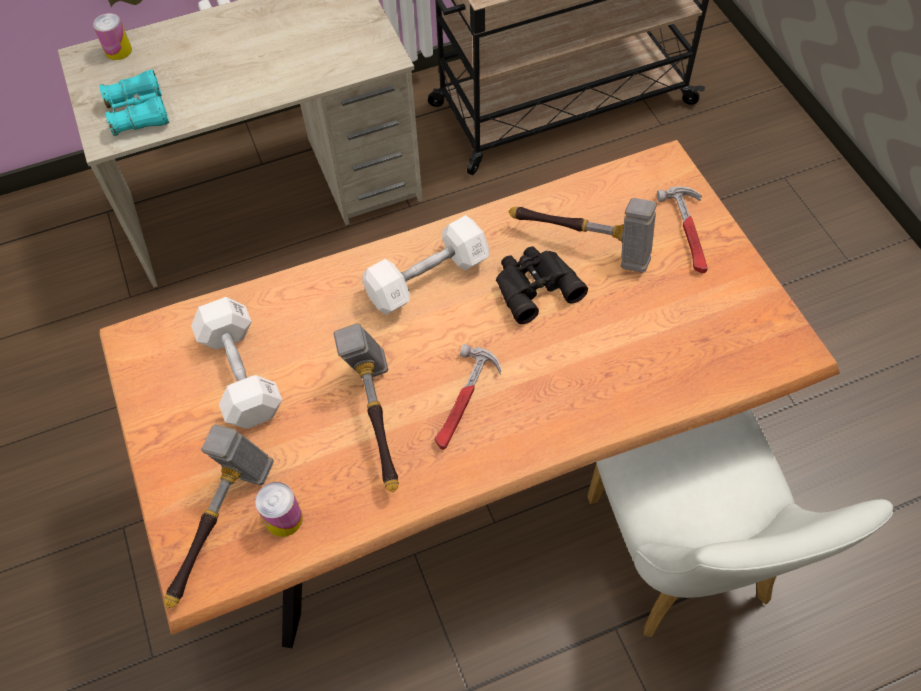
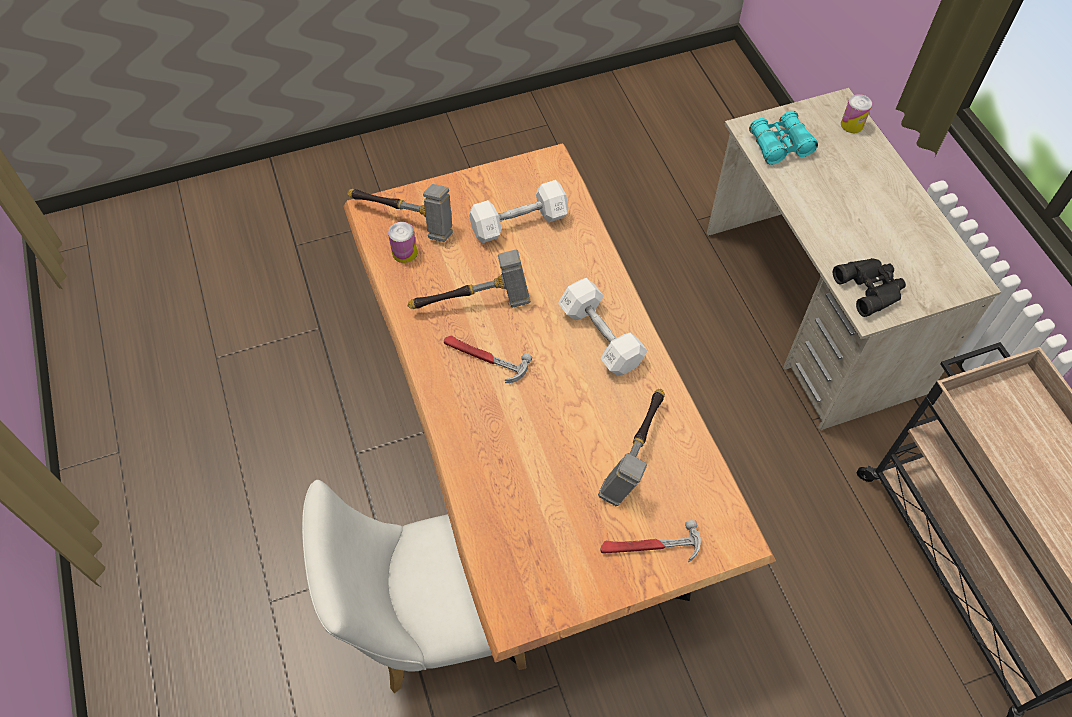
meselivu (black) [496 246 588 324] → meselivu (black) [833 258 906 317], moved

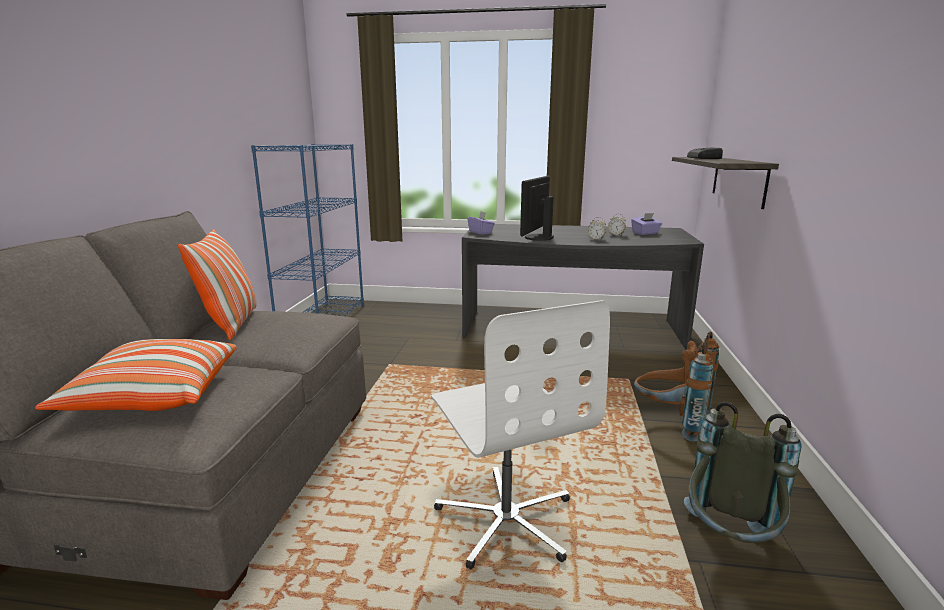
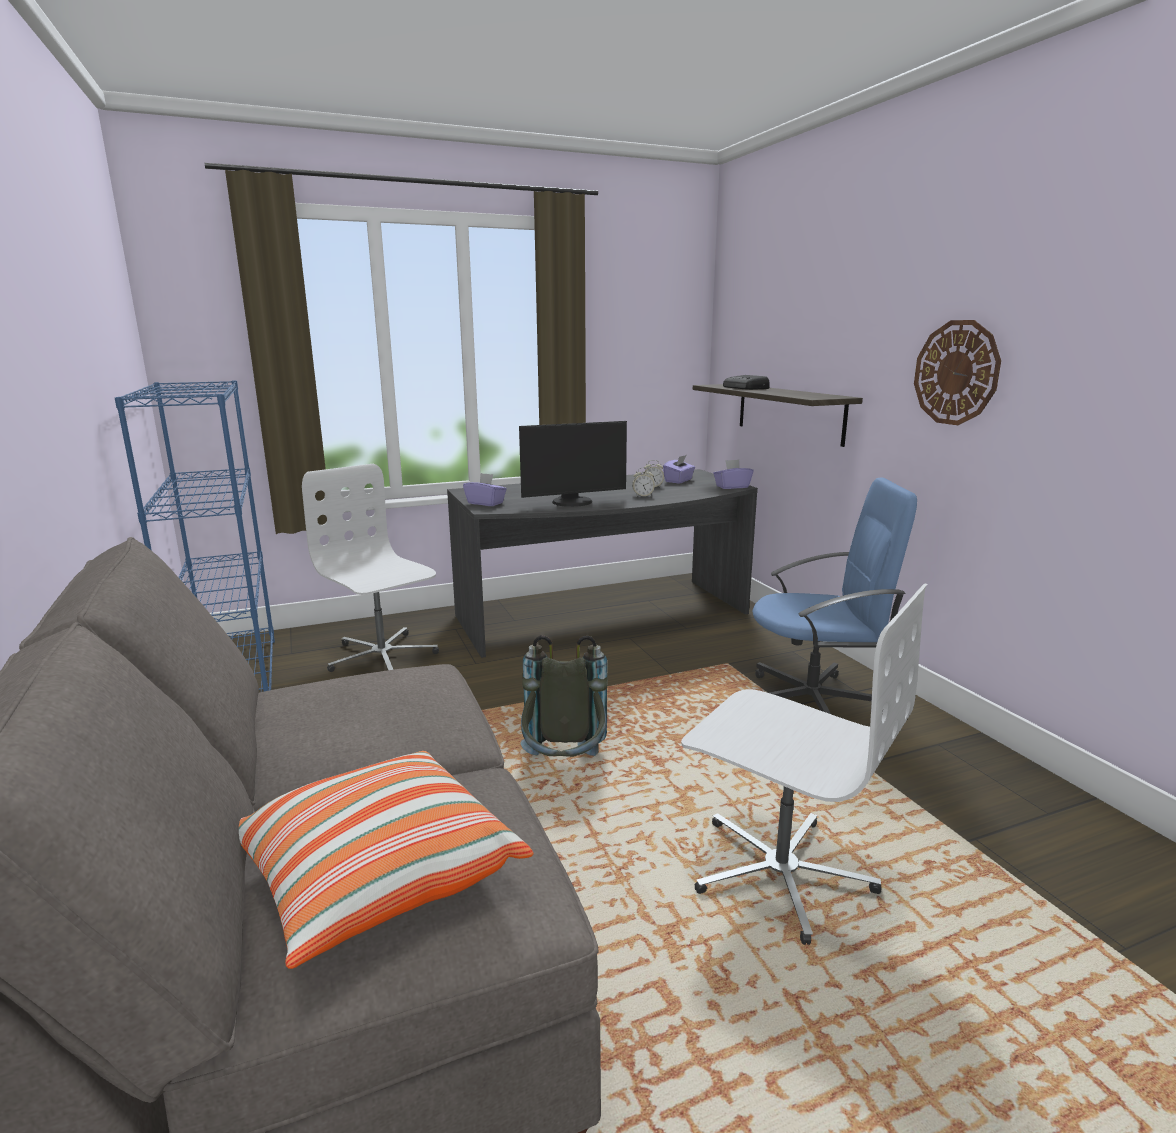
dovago [520 176 554 241] → dovago [519 421 627 507], 105 degrees counterclockwise
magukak [178 229 257 340] → -
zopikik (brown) [634 331 719 442] → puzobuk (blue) [752 478 917 714]
zopikik (grey) [684 402 801 543] → zopikik (grey) [520 635 608 757], moved
- → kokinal [914 320 1001 425]
- → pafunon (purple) [713 460 753 489]
- → puzobuk (white) [302 463 439 672]

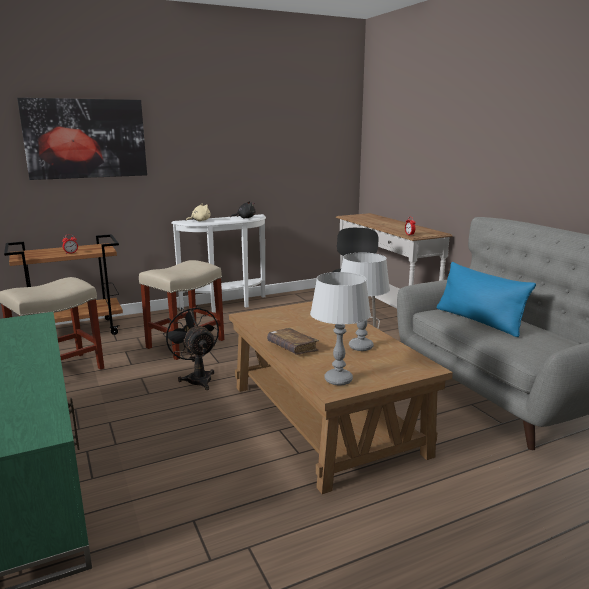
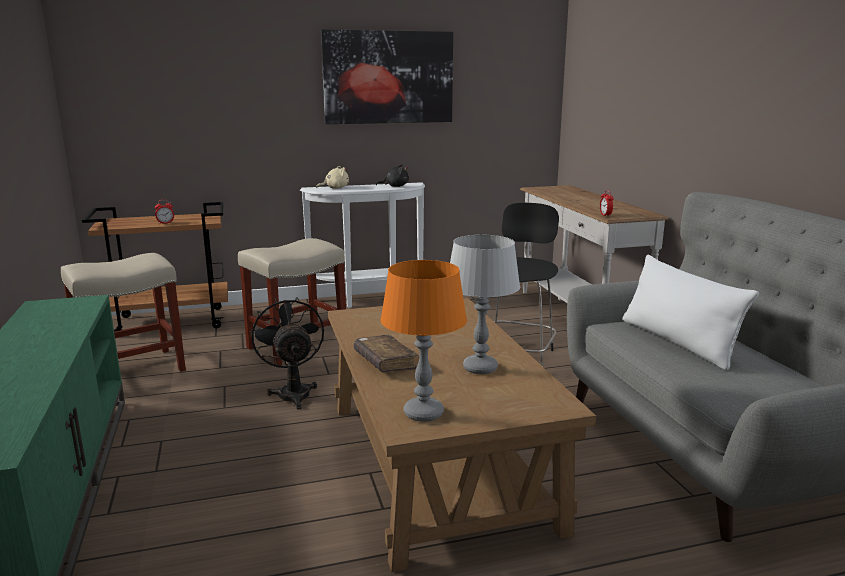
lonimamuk [17 98 147 180] → lonimamuk [321 29 453 124], moved
magukak (blue) [437 262 536 337] → magukak (white) [622 255 759 370]
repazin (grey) [310 272 371 386] → repazin (orange) [381 260 467 422]

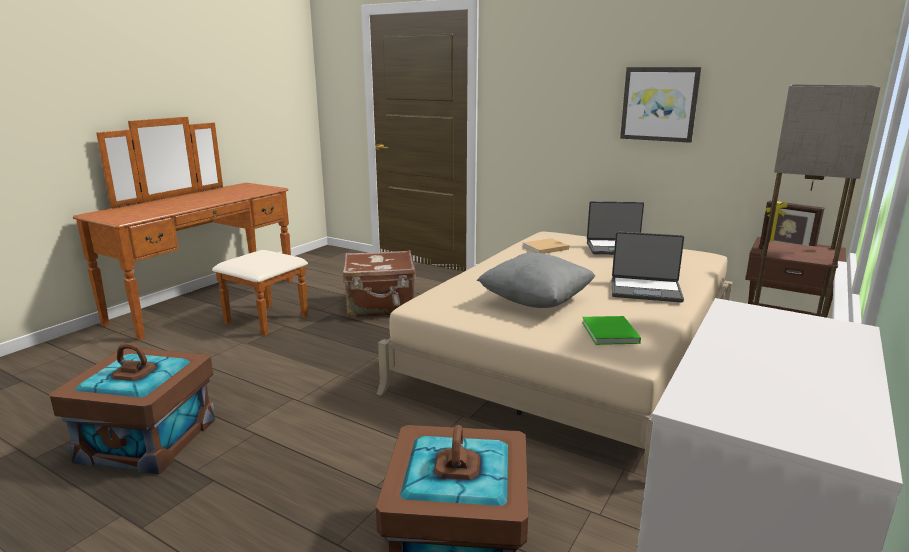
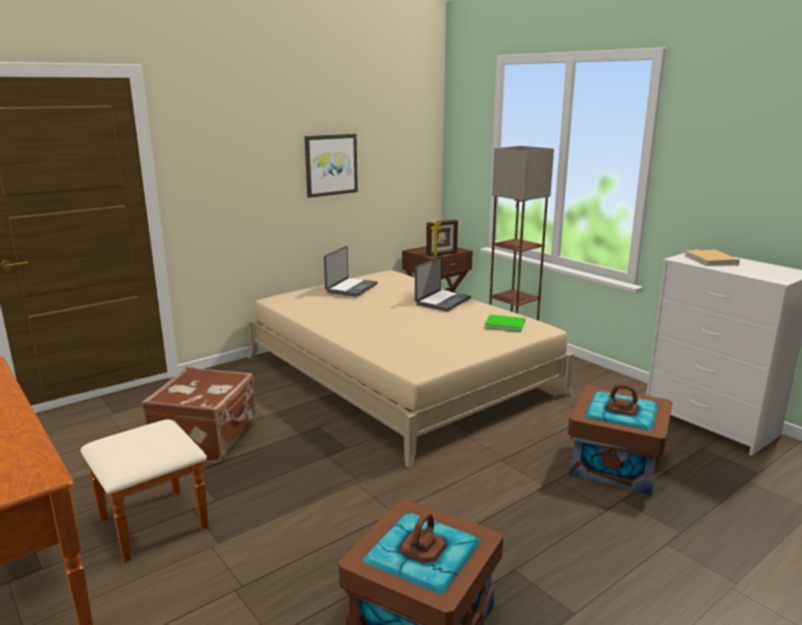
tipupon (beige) [522 238 569 254] → tipupon (beige) [684 250 740 266], moved
magukak (grey) [476 253 595 308] → -

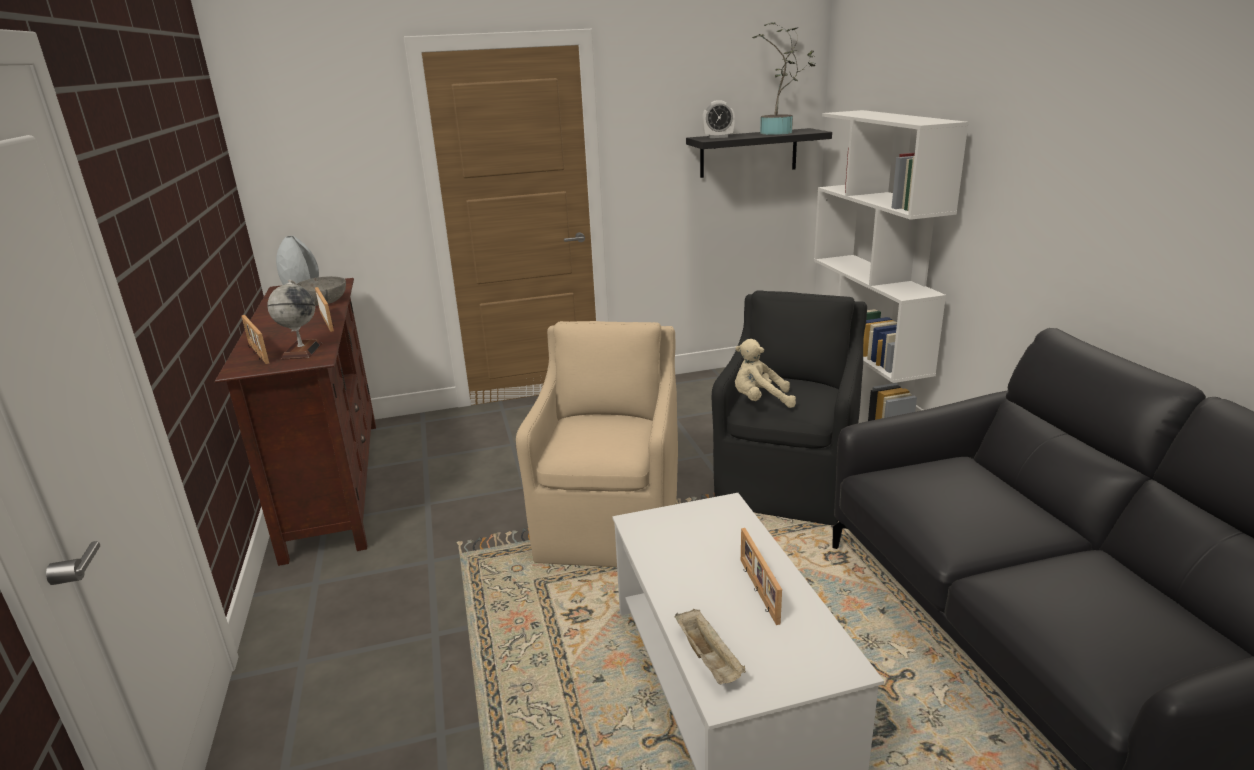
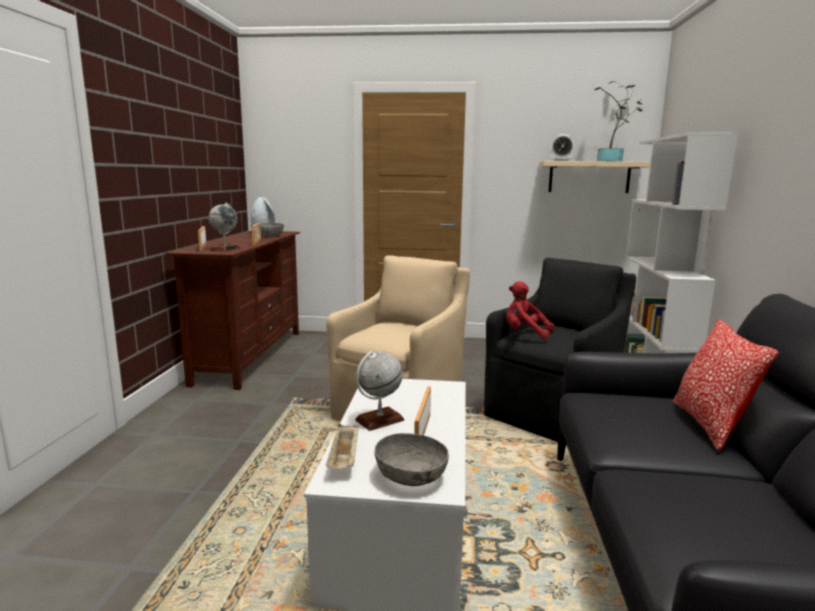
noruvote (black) [686 128 832 178] → noruvote (beige) [539 161 650 193]
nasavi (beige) [735 339 796 408] → nasavi (red) [506 281 554 339]
- → magukak [672 319 779 451]
- → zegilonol [355 351 405 431]
- → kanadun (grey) [375 433 449 486]

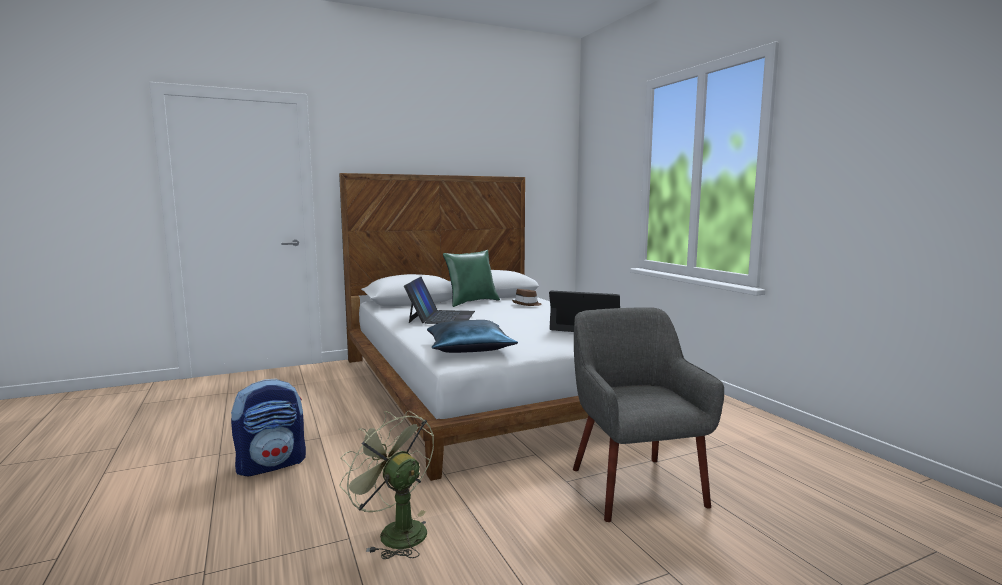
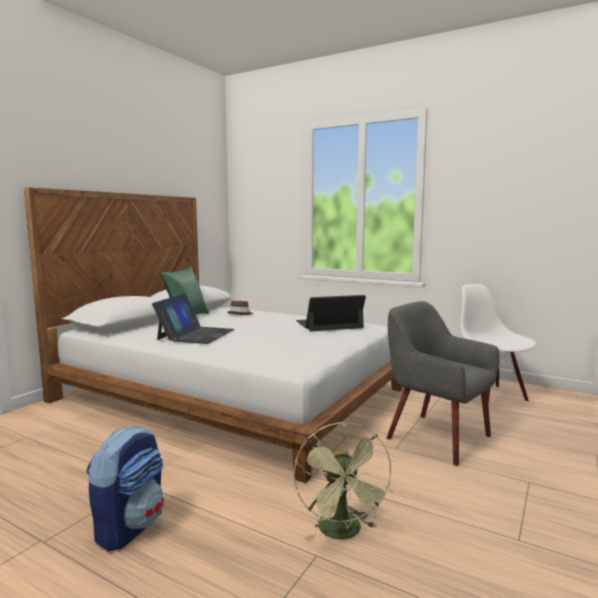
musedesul [404 277 475 324] → musedesul [152 294 235 344], 45 degrees clockwise
magukak (blue) [427 320 518 353] → -
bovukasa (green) [339 411 434 559] → bovukasa (green) [293 422 394 541], 105 degrees counterclockwise
- → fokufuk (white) [461 284 536 405]

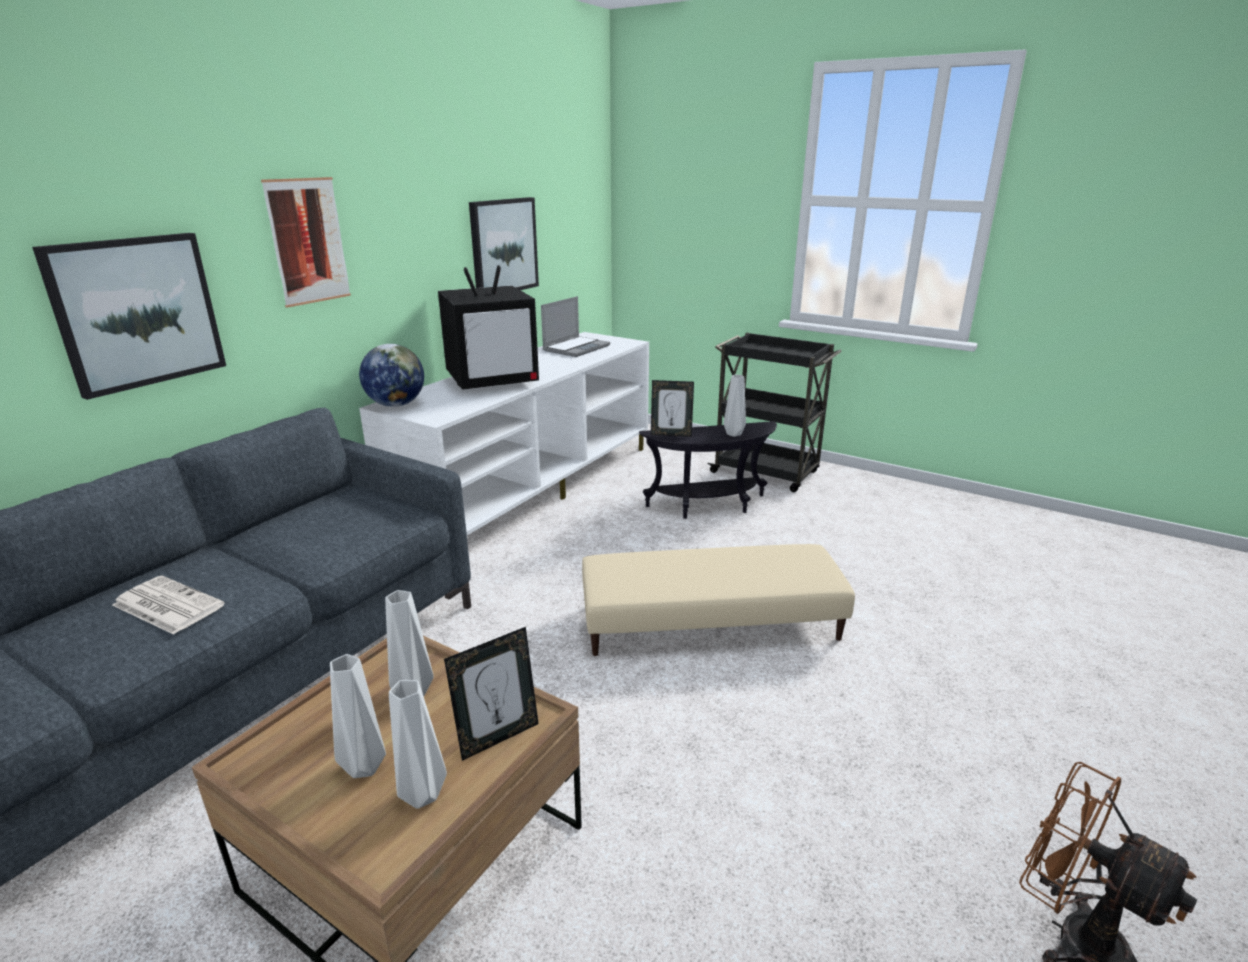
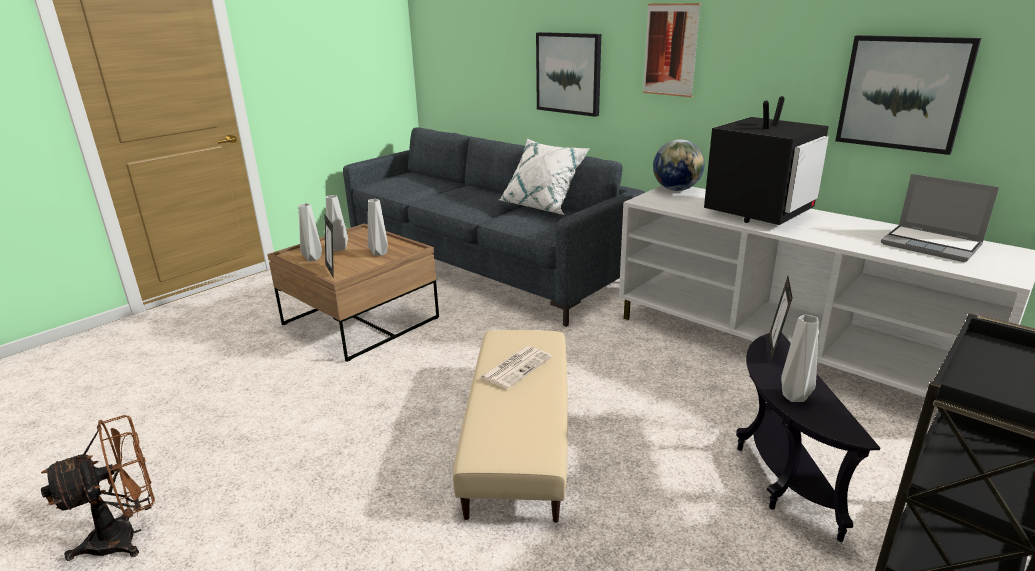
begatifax [438 265 539 390] → begatifax [704 96 829 225], 120 degrees counterclockwise
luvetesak [112 576 225 635] → luvetesak [479 346 552 389], moved
- → magukak (white) [499 139 590 215]

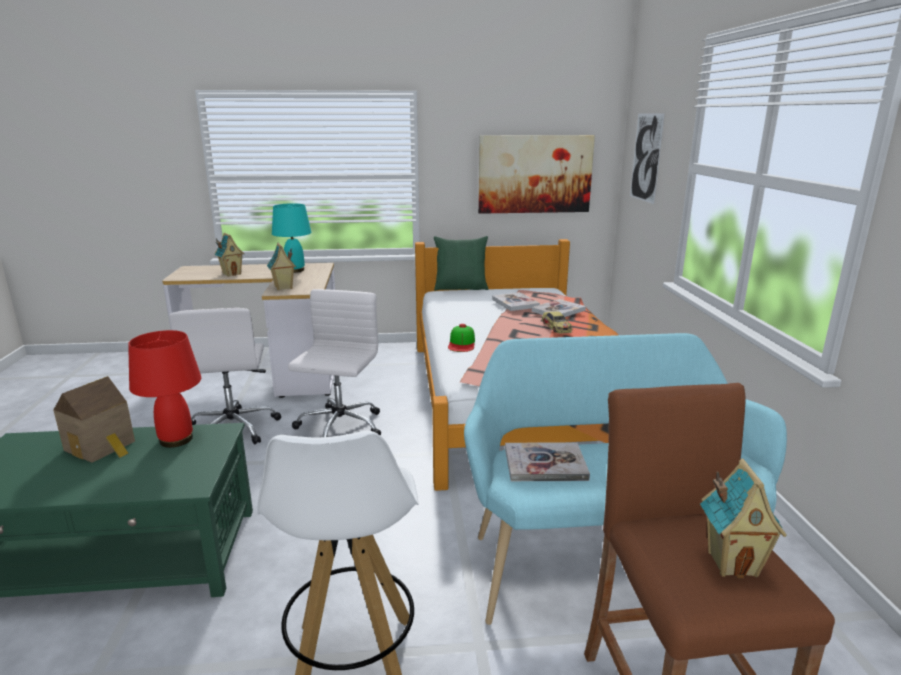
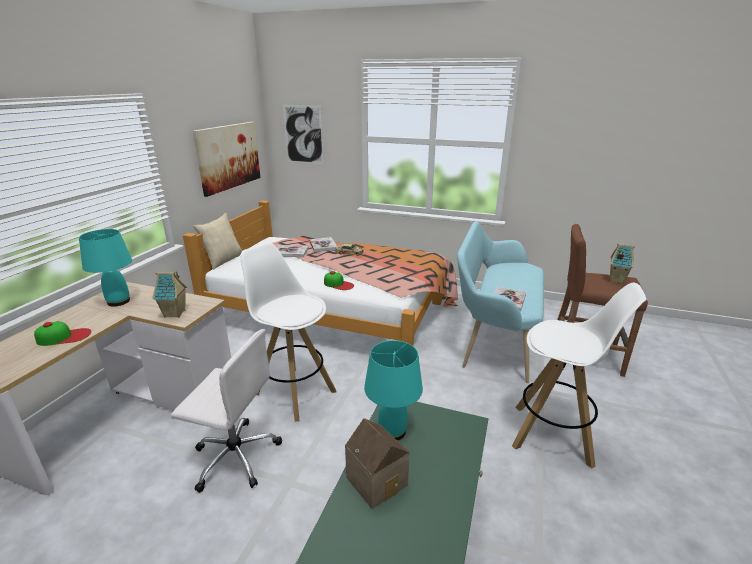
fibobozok [215 233 245 277] → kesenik [34 321 91 346]
magukak (green) [434 236 488 291] → magukak (beige) [193 213 242 270]
puzobuk (white) [288 289 381 437] → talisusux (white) [241 242 337 422]
repazin (red) [128 330 201 448] → repazin (turquoise) [364 340 423 441]

